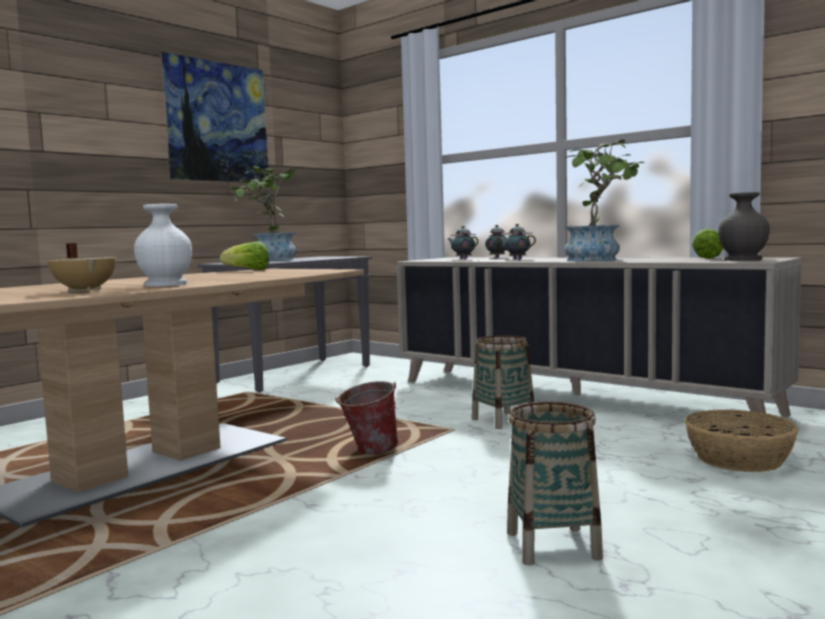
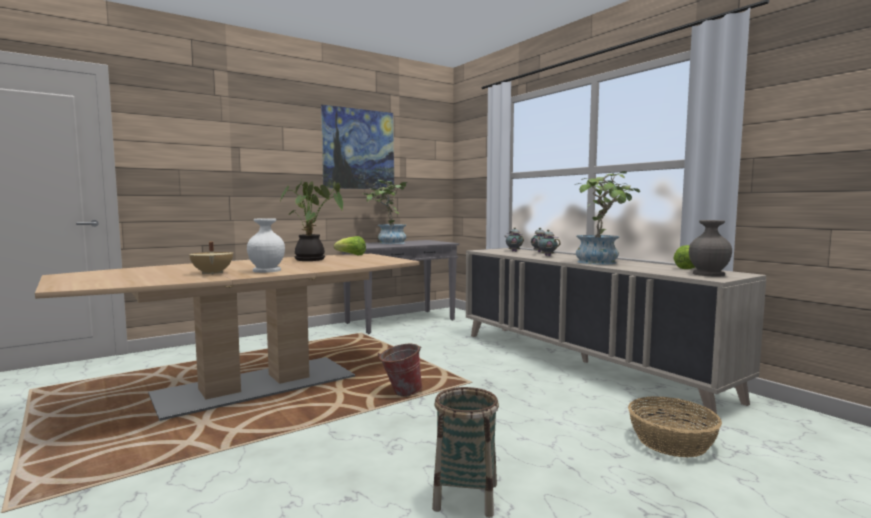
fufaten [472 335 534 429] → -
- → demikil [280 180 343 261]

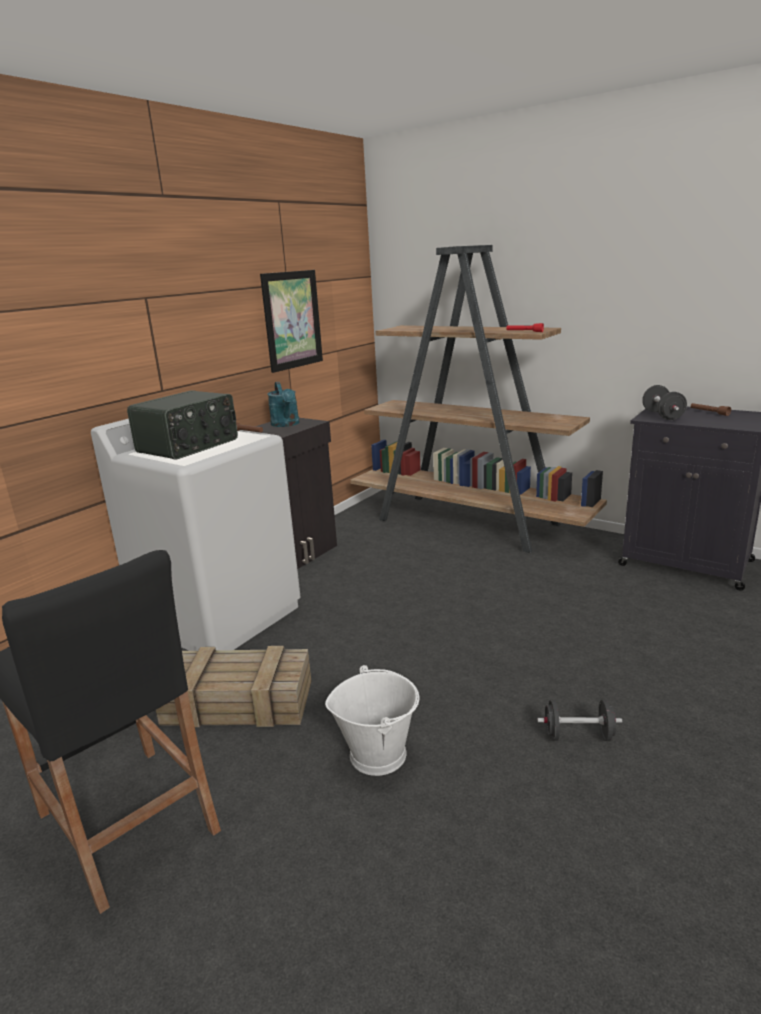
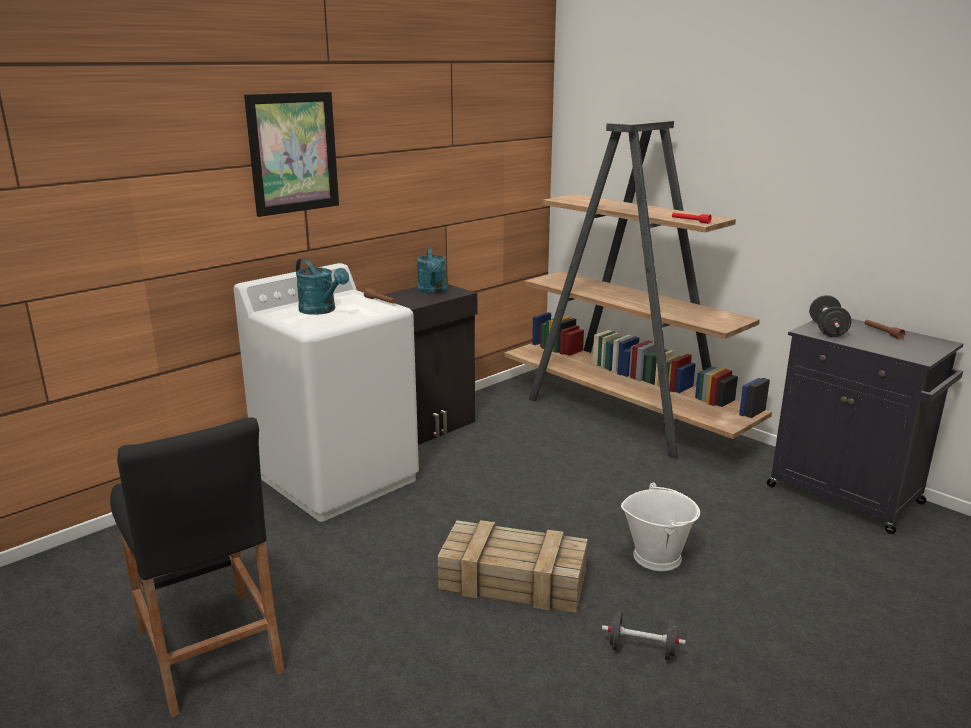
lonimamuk [260 270 323 373] → lonimamuk [244 92 339 217], moved
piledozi [127 390 238 460] → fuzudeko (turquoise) [296 258 349 315]
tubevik [156 646 311 727] → tubevik [437 520 588 613], moved
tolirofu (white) [325 665 419 776] → tolirofu (white) [621 483 700 571], moved

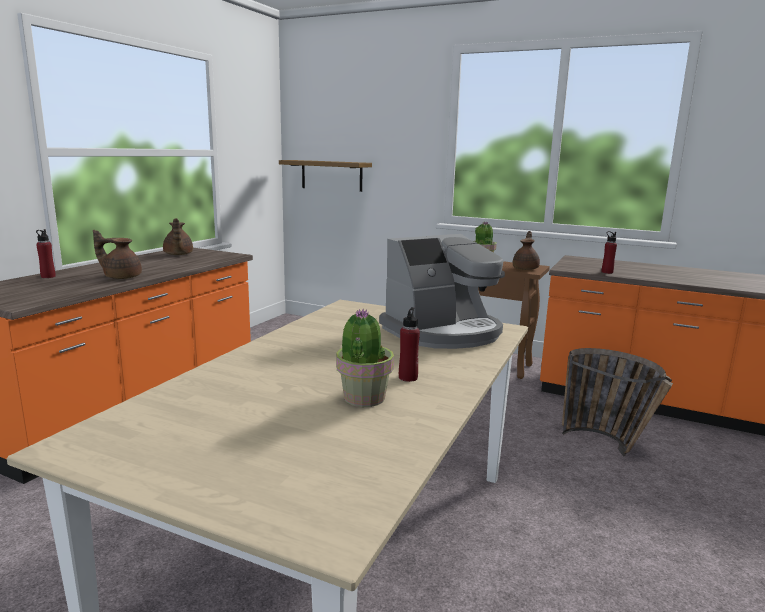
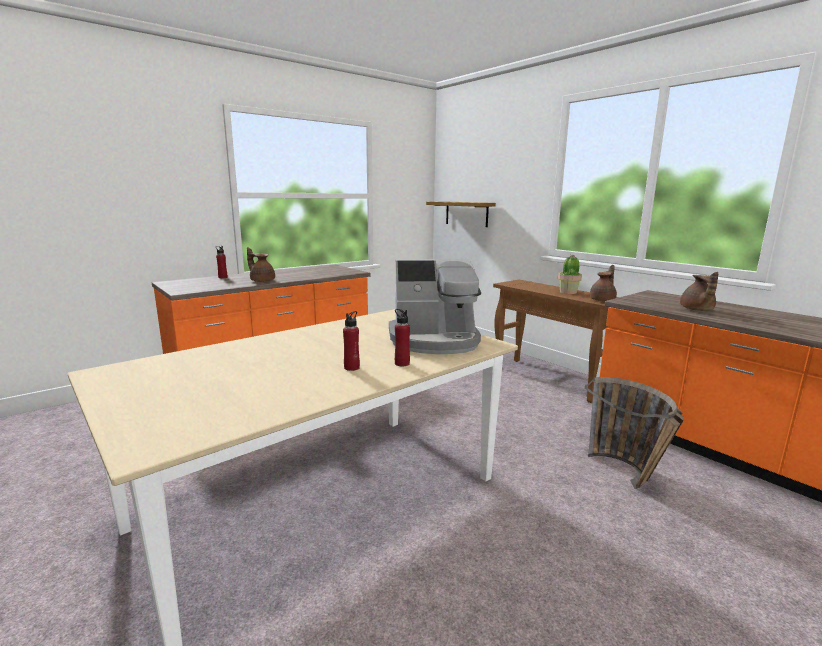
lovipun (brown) [163 218 193 255] → lovipun (brown) [680 272 718 311], moved
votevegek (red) [602 231 617 274] → votevegek (red) [395 309 410 366], moved
demikil [336 309 394 407] → -

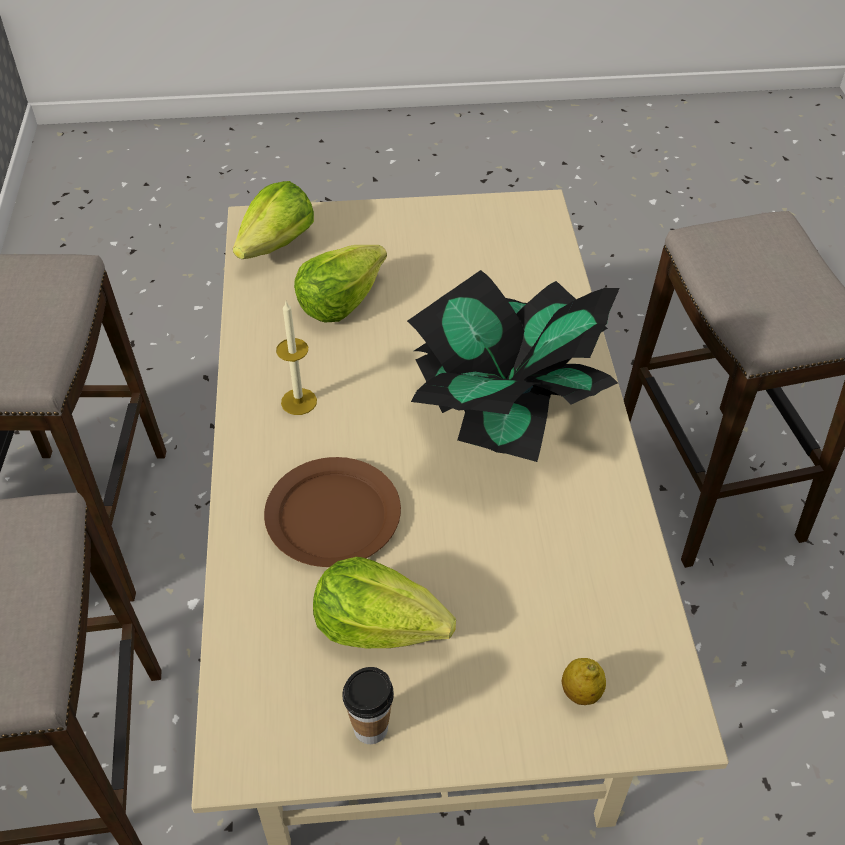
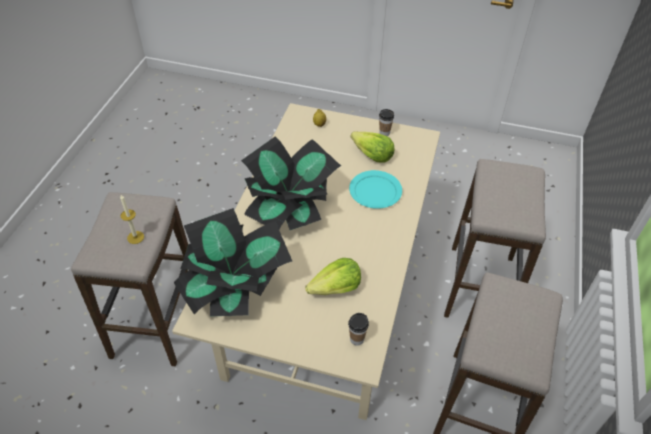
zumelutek [233 181 314 259] → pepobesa [348 313 369 346]
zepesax [276 302 317 415] → zepesax [120 195 144 244], moved
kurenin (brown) [264 457 401 567] → kurenin (turquoise) [349 170 402 209]
- → demikil [174 208 292 317]

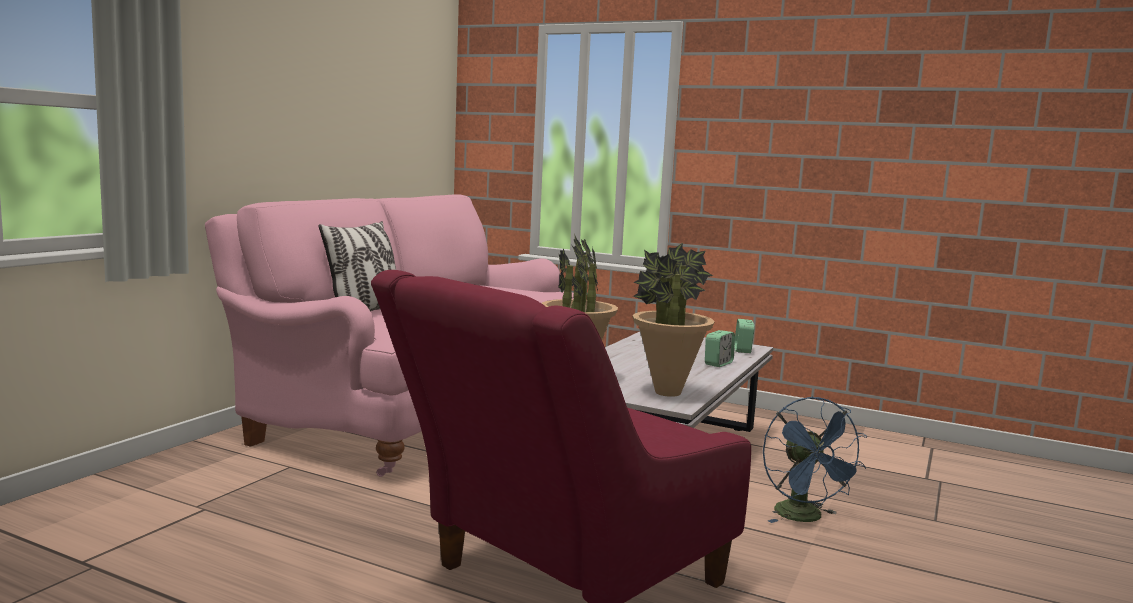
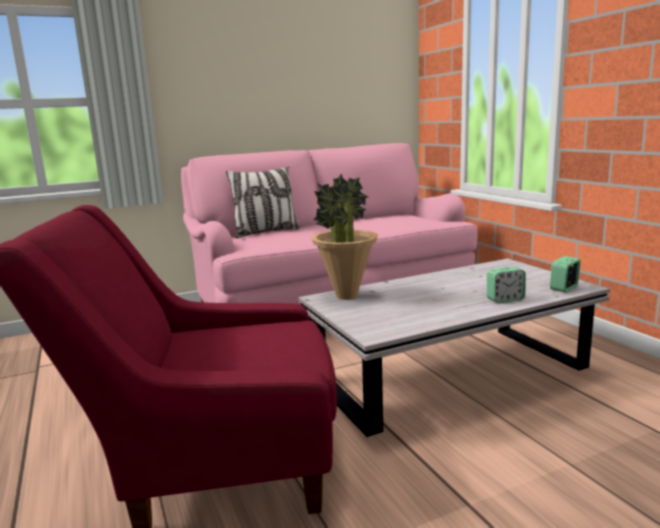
demikil [633 243 715 397] → -
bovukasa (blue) [763 396 867 523] → -

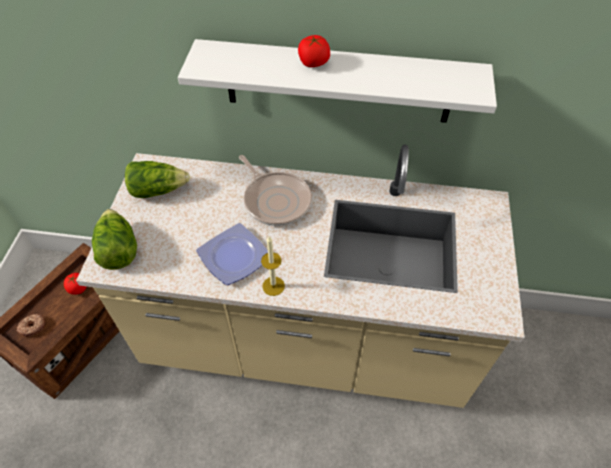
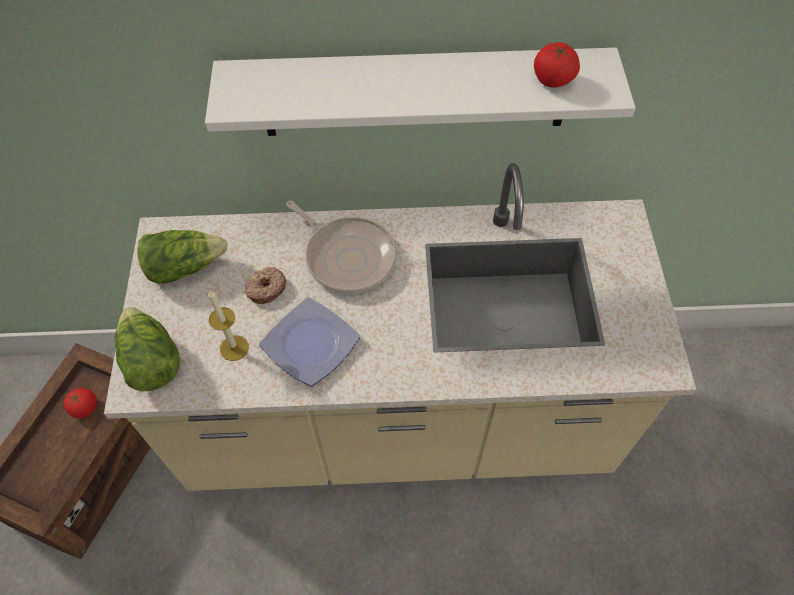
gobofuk [298 35 330 67] → gobofuk [534 42 580 88], moved
zepesax [261 236 285 296] → zepesax [208 290 249 361], moved
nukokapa [17 314 45 337] → nukokapa [244 267 286 304], moved

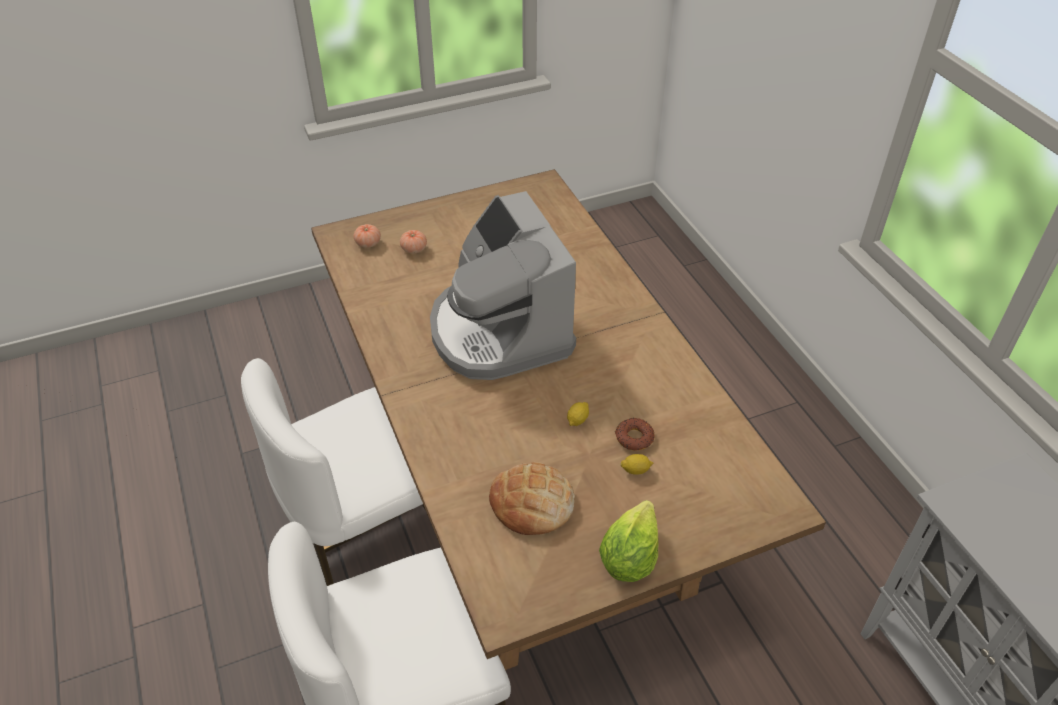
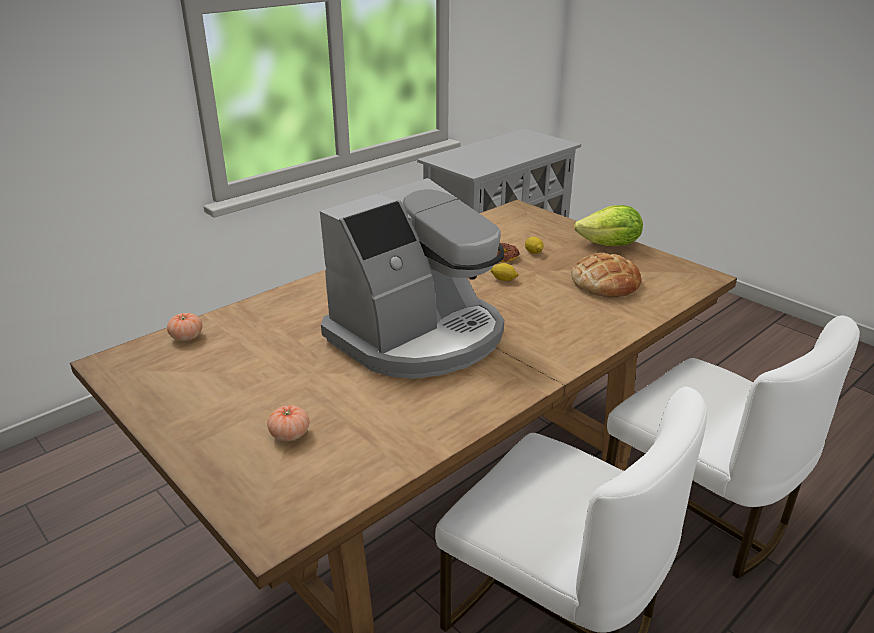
gobofuk [353 224 381 248] → gobofuk [167 313 202 341], moved

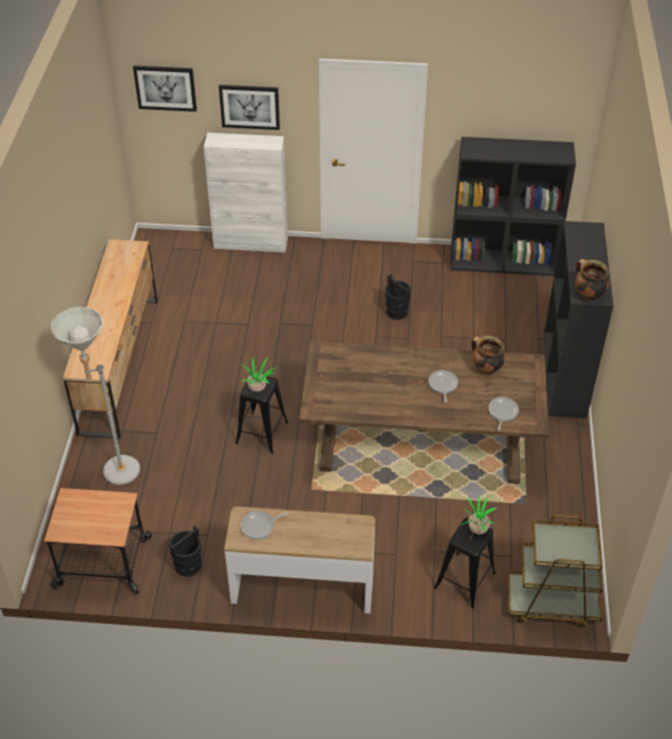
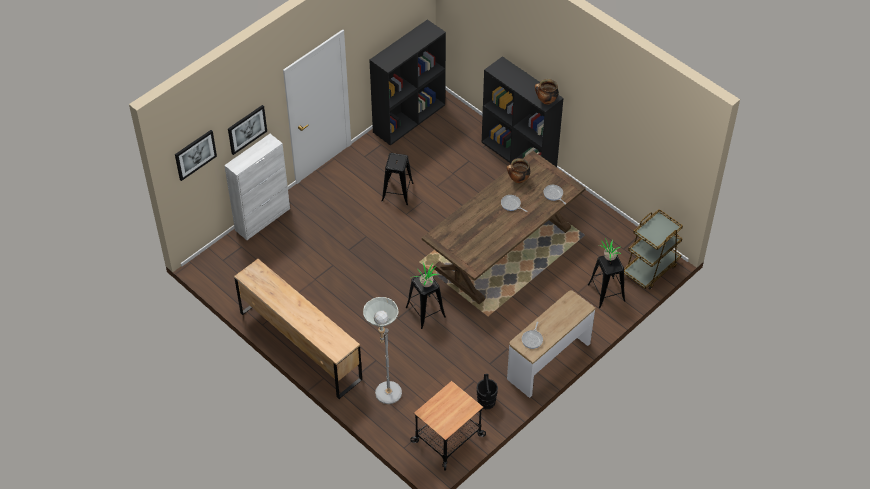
tolirofu (black) [385 274 411 320] → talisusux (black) [382 153 414 205]

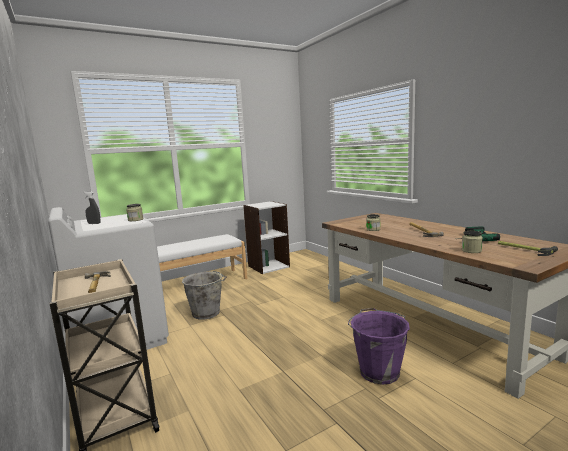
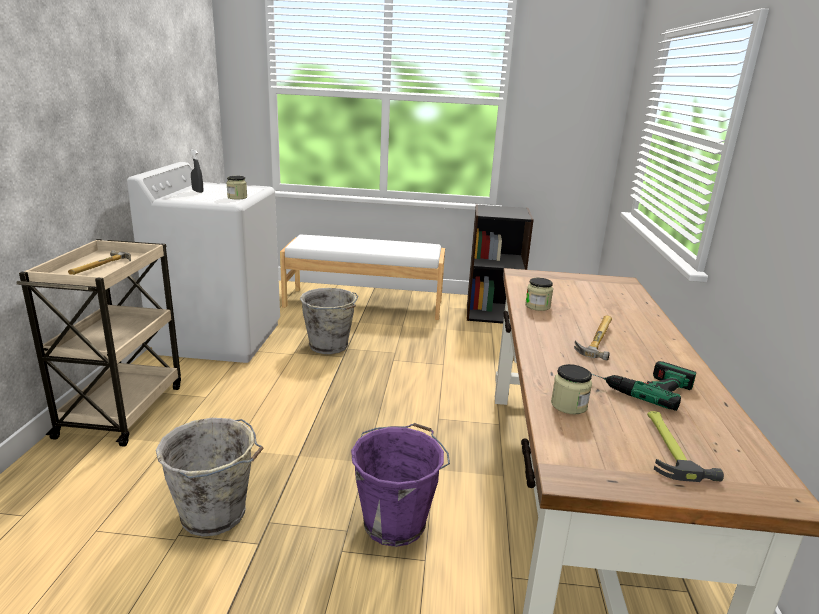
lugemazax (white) [243 201 290 274] → lugemazax (black) [467 204 534 324]
- → tolirofu (grey) [156 418 263 537]

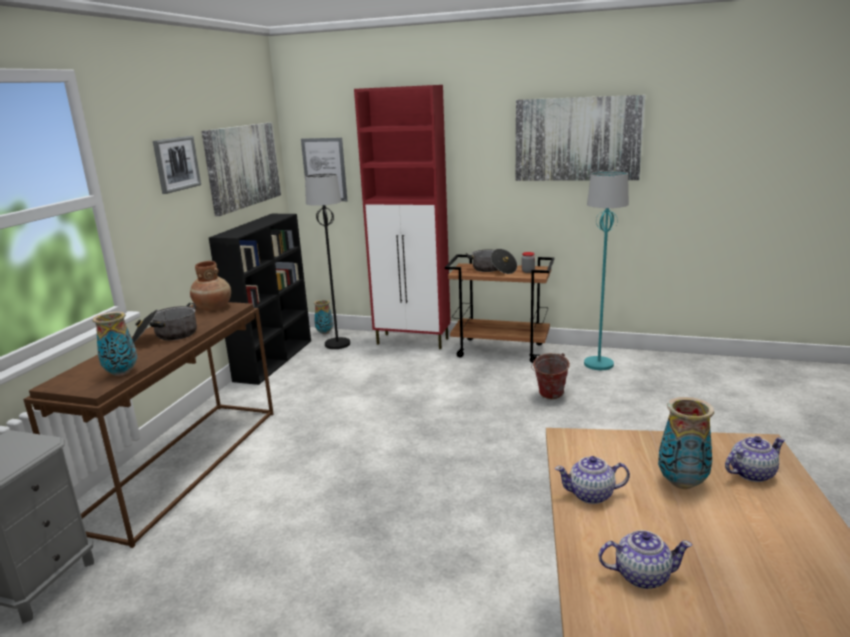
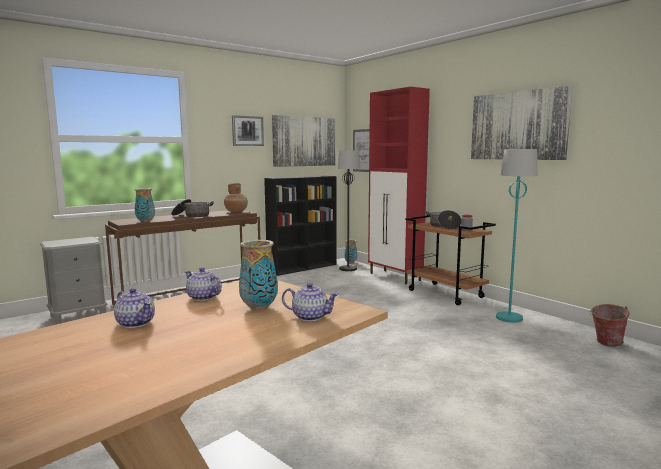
tolirofu [531 353 570 399] → tolirofu [589 304 629 347], moved

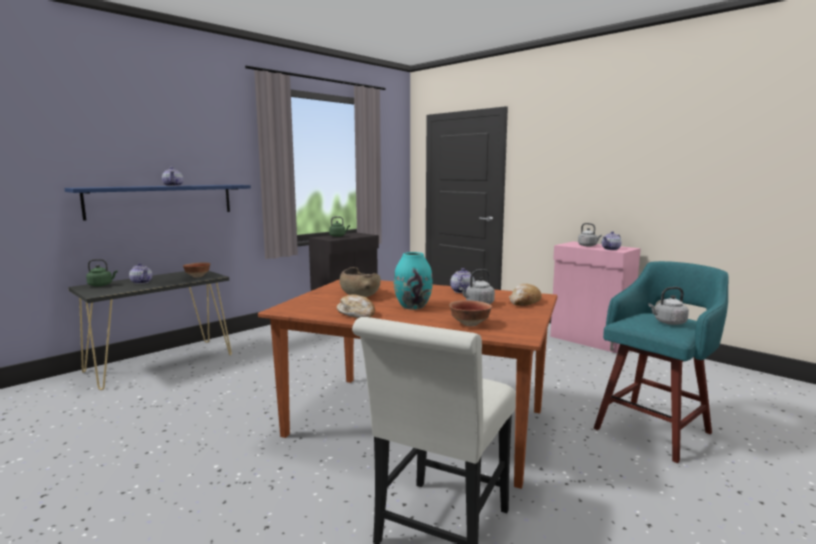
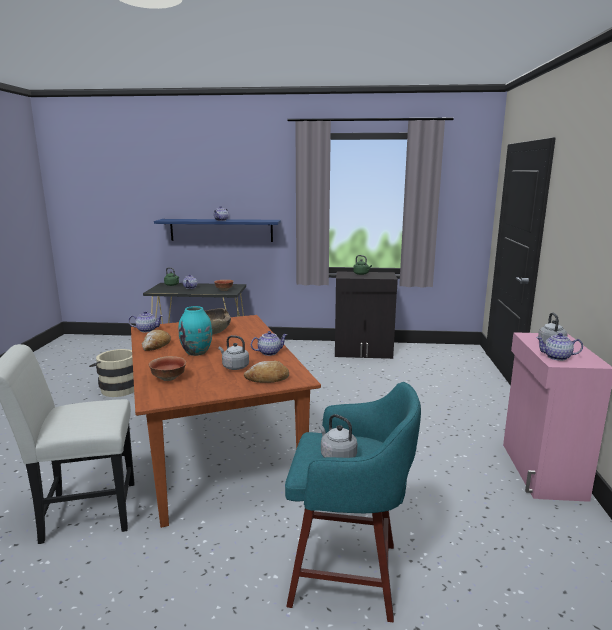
- → lovipun [129 311 163 332]
- → tolirofu (beige) [89 349 134 397]

